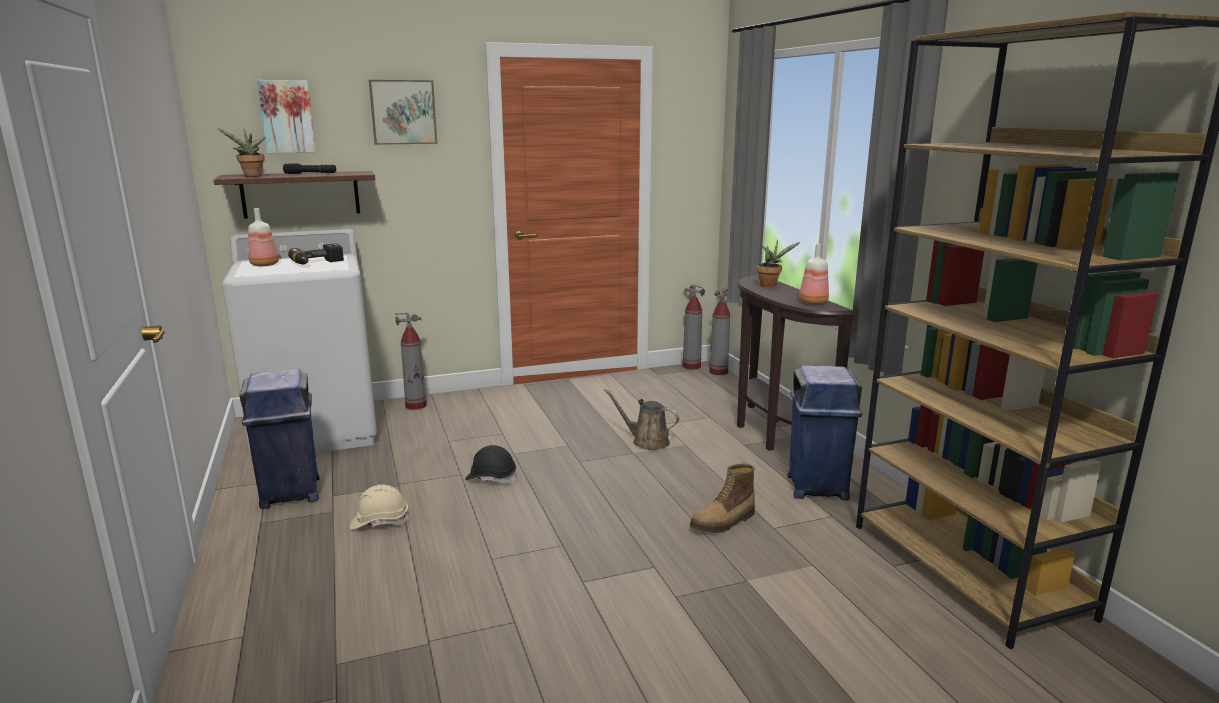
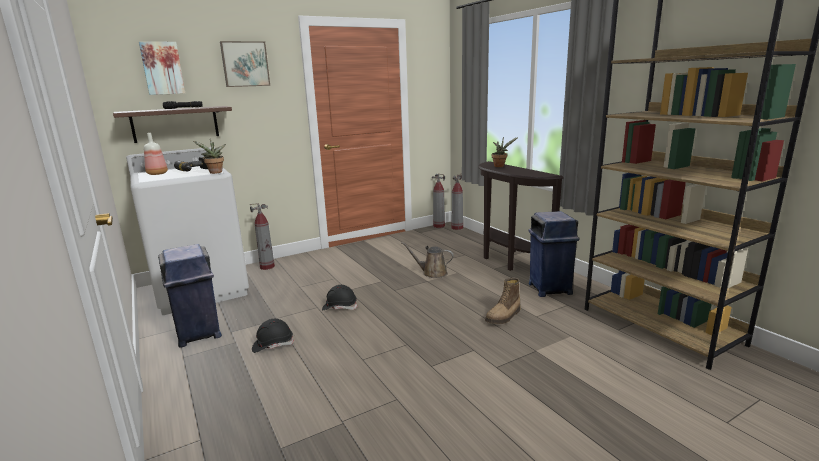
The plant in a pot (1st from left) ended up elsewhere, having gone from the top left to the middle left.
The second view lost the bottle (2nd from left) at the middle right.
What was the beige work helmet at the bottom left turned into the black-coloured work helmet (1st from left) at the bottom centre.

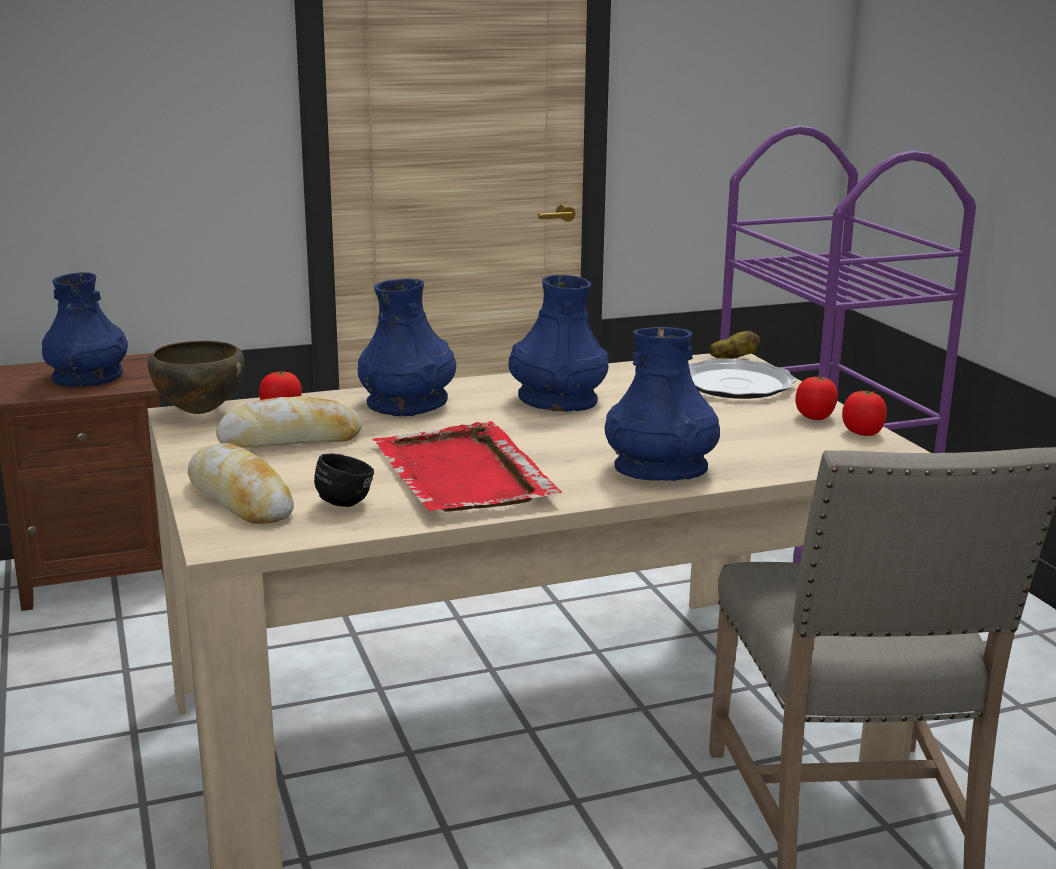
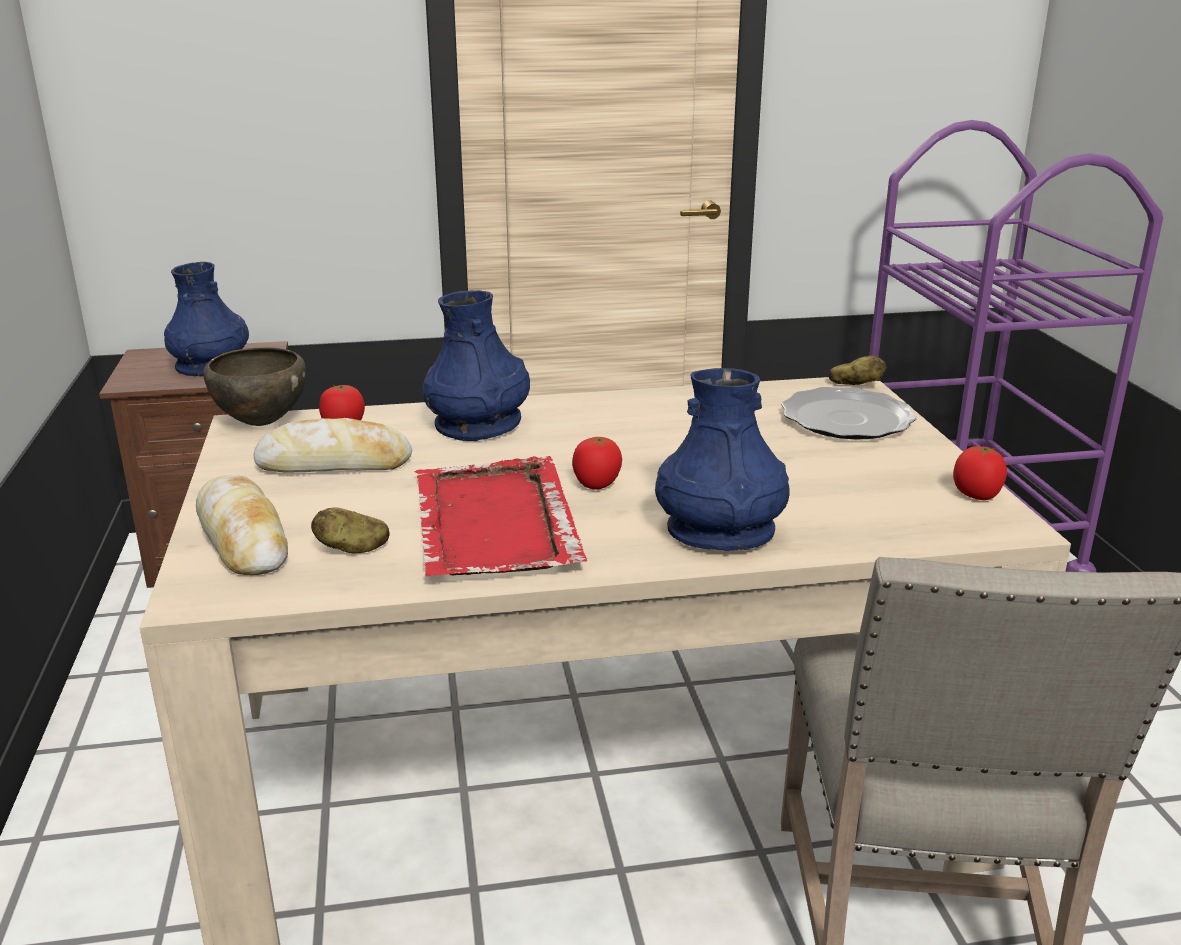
The second view lost the blue decorative vase (3rd from left) at the centre.
The whole tomato (2nd from left) ended up elsewhere, having gone from the middle right to the centre.
Where the black-coloured mug stood at the middle left, the spud (1st from left) came to stand at the middle left.

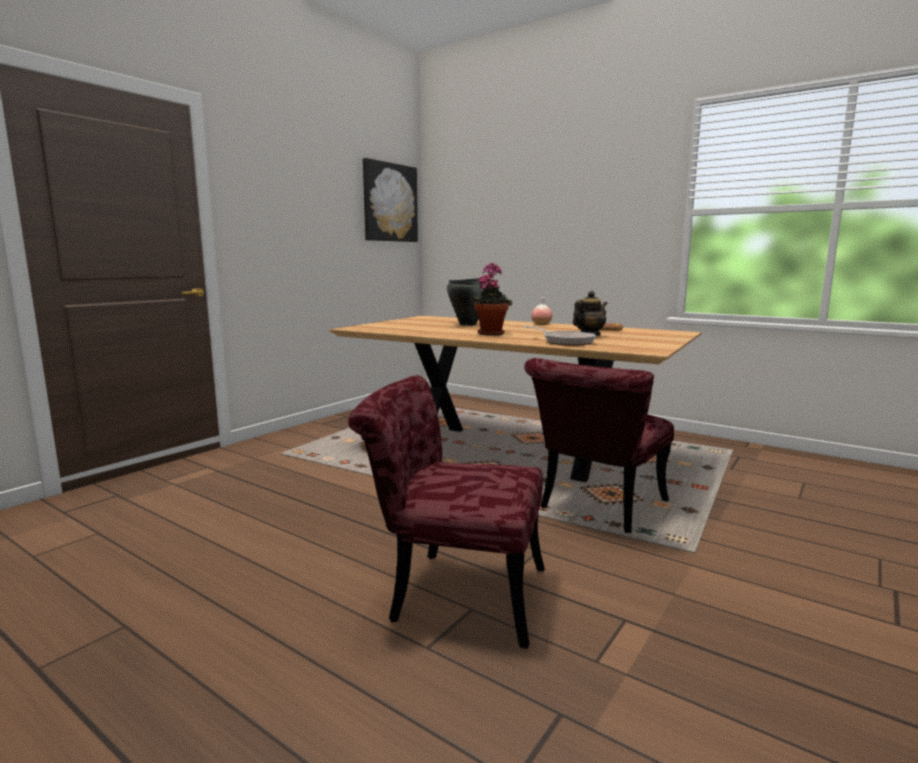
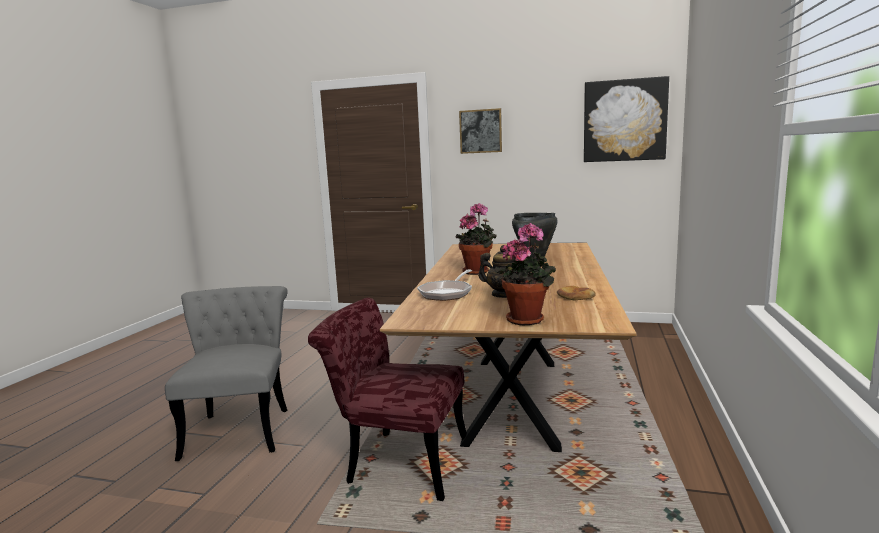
The second view lost the decorative vase at the centre.
What was the red-coloured chair (1st from left) at the bottom centre turned into the greyish chair at the bottom left.
The second view gained the wall art (1st from left) at the top centre.
The second view gained the plant in a pot (2nd from left) at the centre.

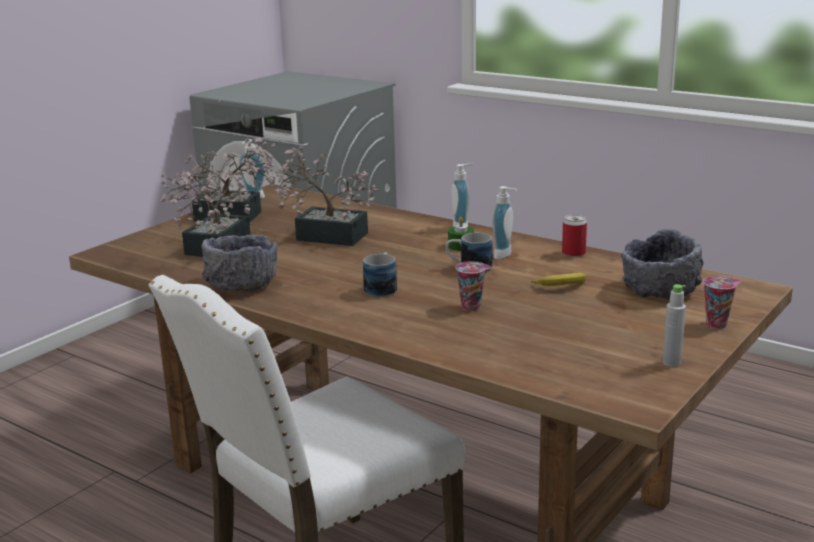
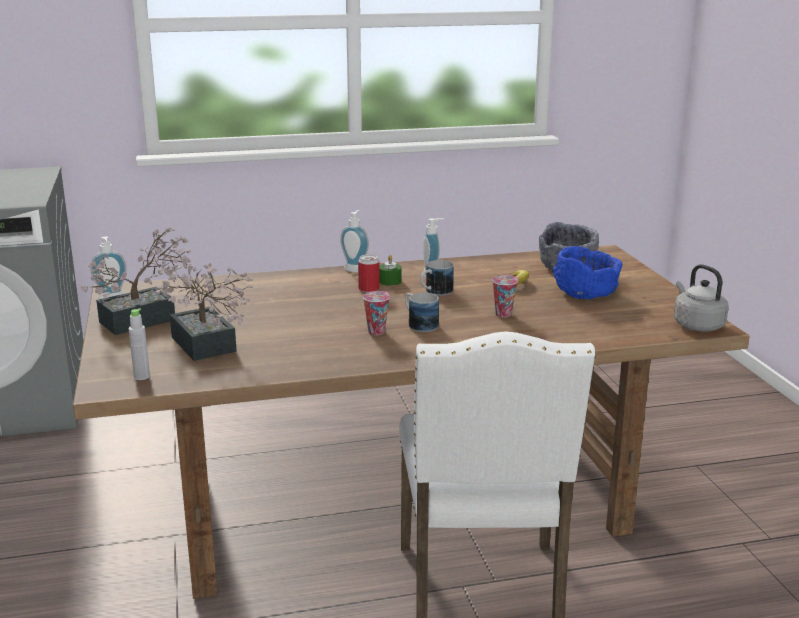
The second view lost the plant in a pot (3rd from left) at the centre.
The metal can ended up elsewhere, having gone from the middle right to the centre.
The second view lost the greyish deep dish (1st from left) at the middle left.
The small cup (2nd from left in the first image) ended up elsewhere, having gone from the middle right to the centre.
The greyish bottle ended up elsewhere, having gone from the middle right to the middle left.
The second view gained the blue deep dish at the middle right.
The second view gained the greyish kettle at the middle right.

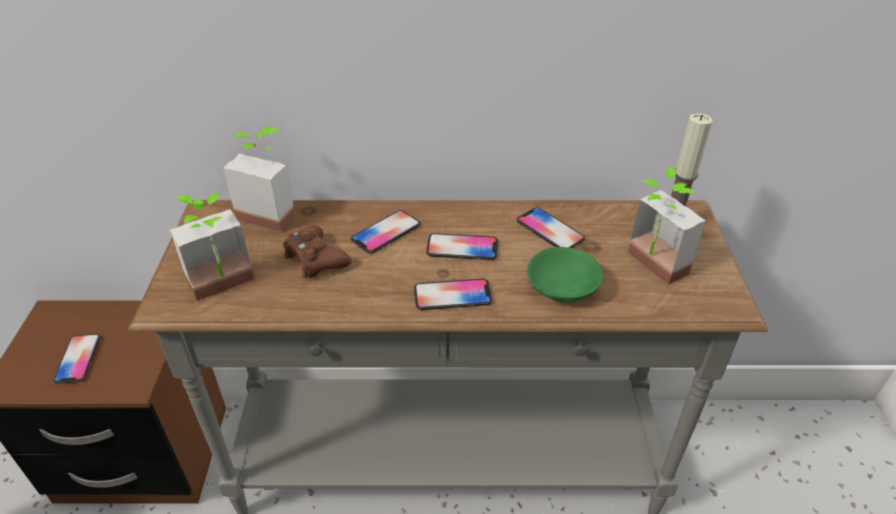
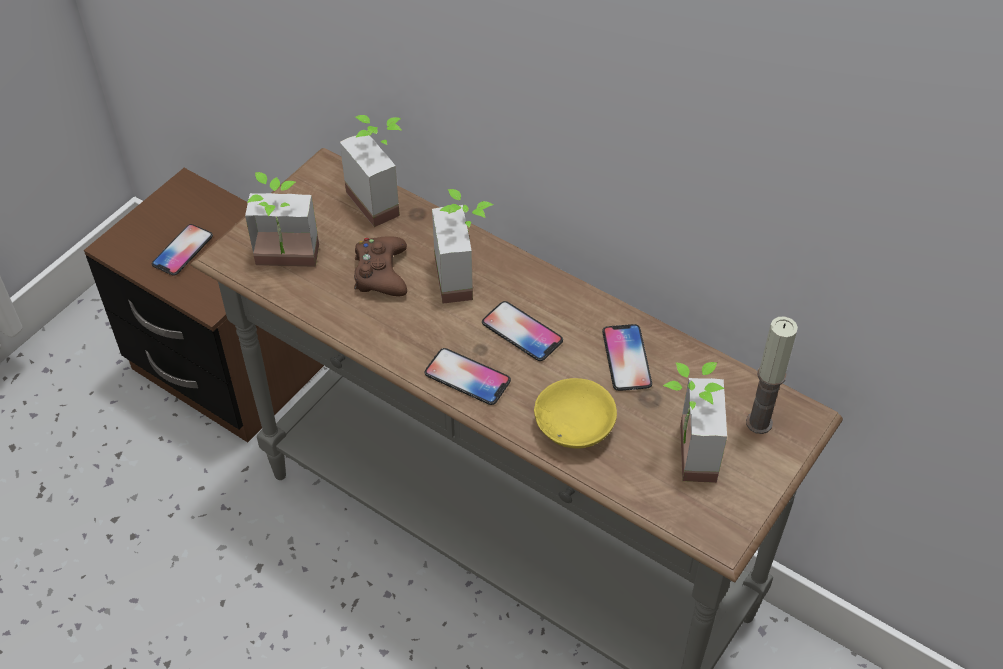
Where the telephone (2nd from left) stood at the centre, the plant in a pot (3rd from left) came to stand at the centre.
What was the green-coloured deep dish at the centre turned into the yellowish deep dish at the centre.

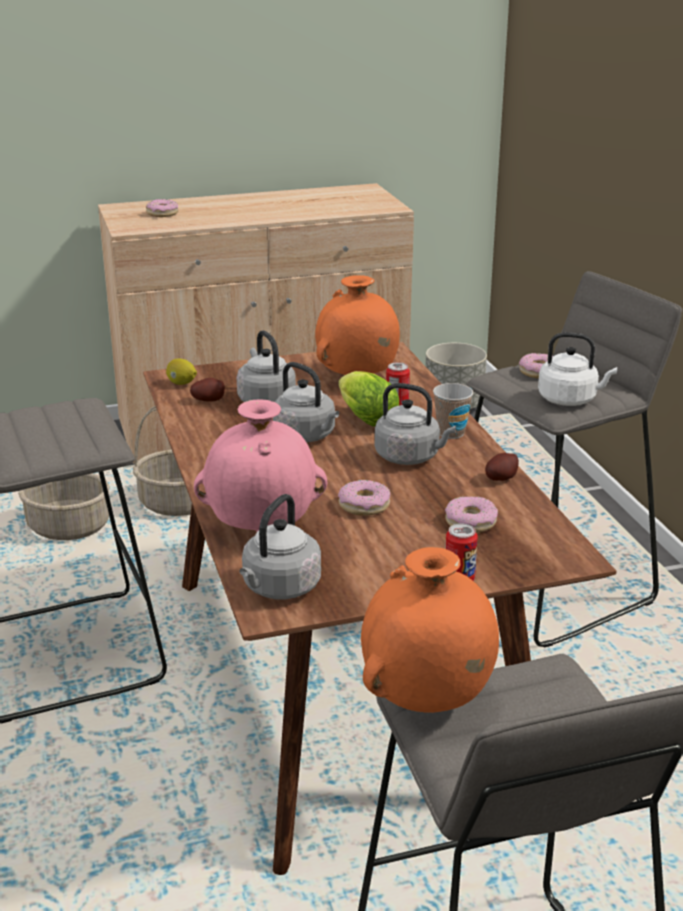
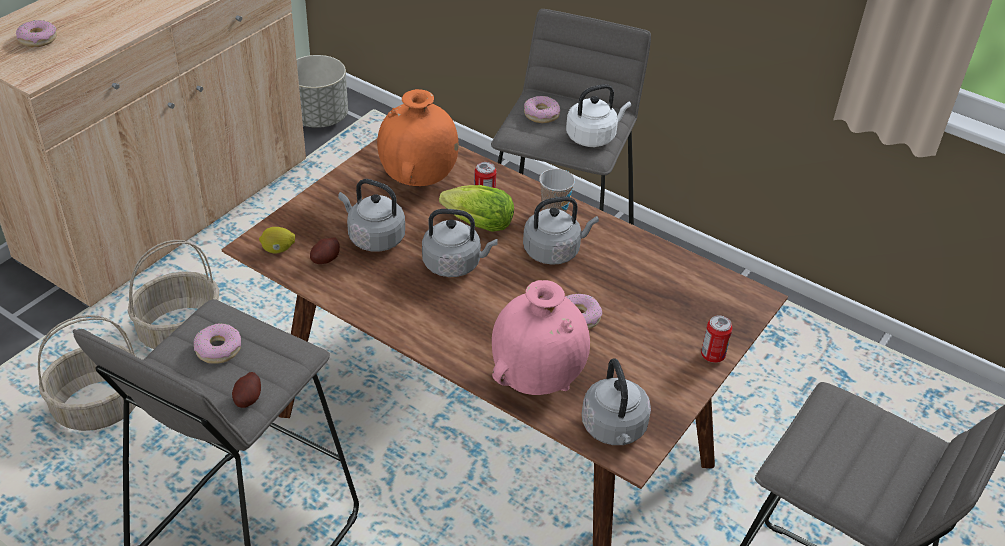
The spud (2nd from left in the first image) ended up elsewhere, having gone from the middle right to the bottom left.
The doughnut (3rd from left in the first image) ended up elsewhere, having gone from the middle right to the middle left.
The second view lost the orangey decorative vase (2nd from left) at the bottom centre.

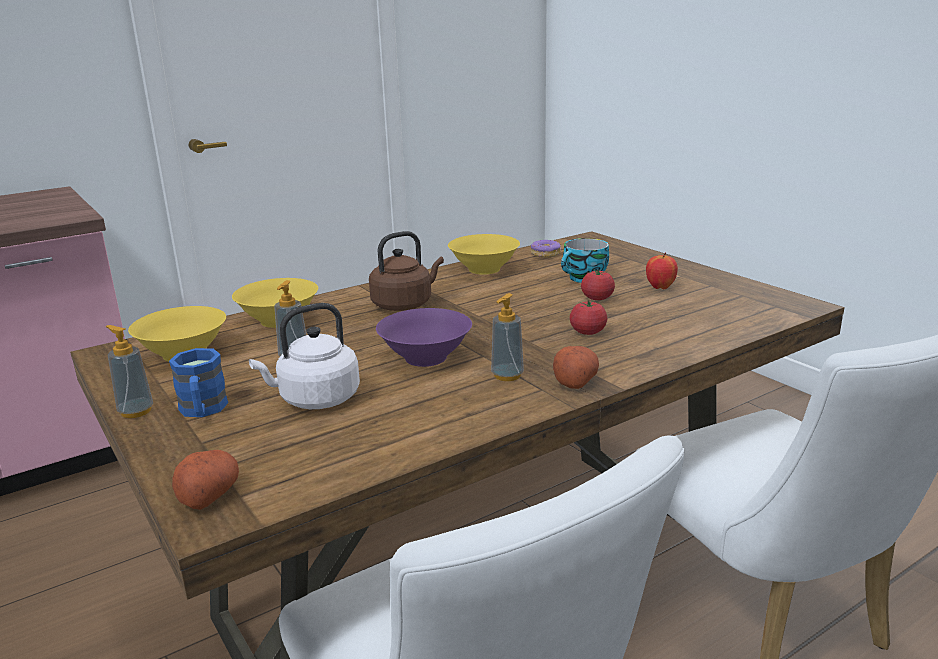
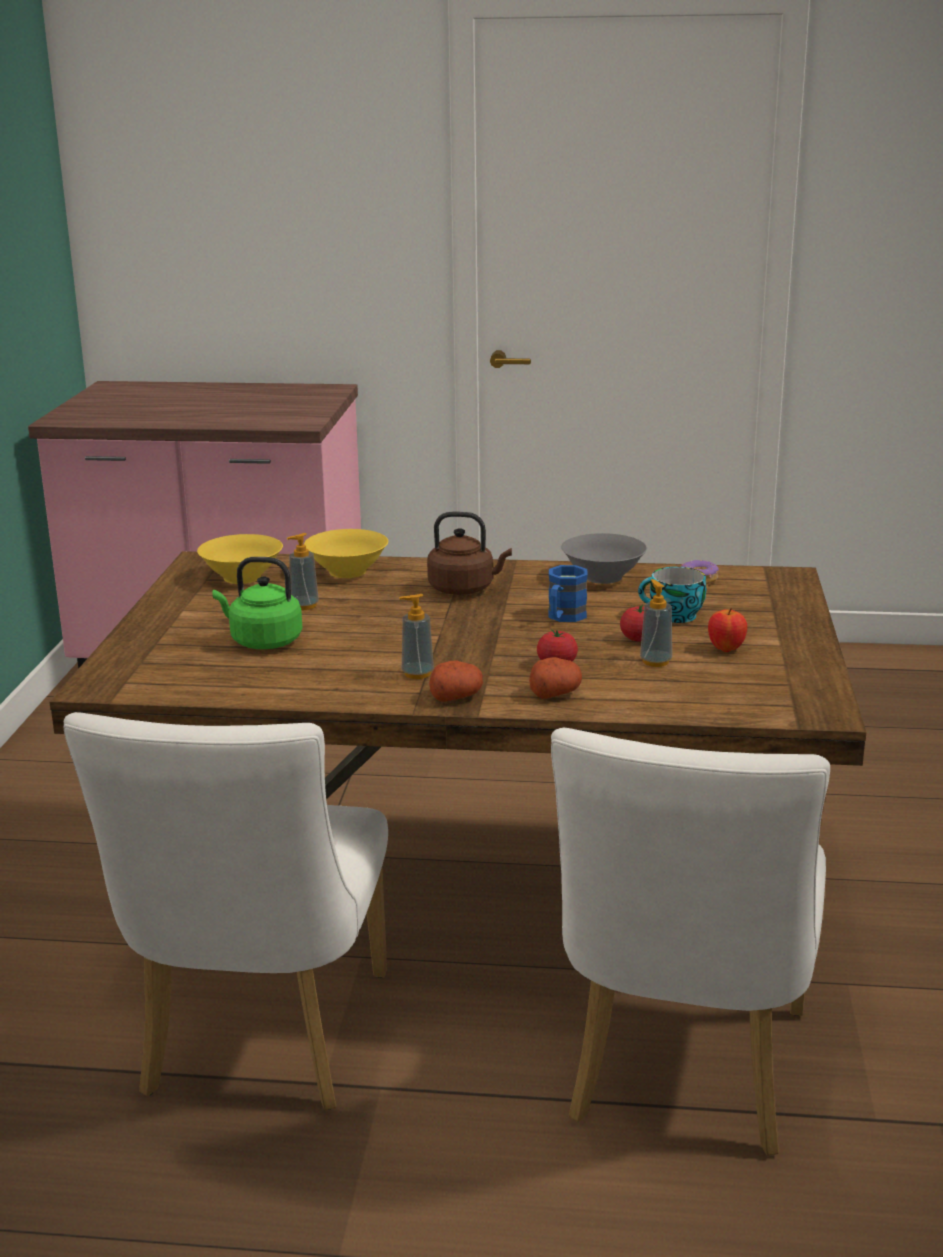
What was the yellowish deep dish (3rd from left) at the centre turned into the greyish deep dish at the centre.
What was the white-coloured kettle at the middle left turned into the green-coloured kettle at the middle left.
The second view lost the purple deep dish at the centre.
The soap bottle (1st from left in the first image) ended up elsewhere, having gone from the middle left to the middle right.
The blue mug ended up elsewhere, having gone from the middle left to the centre.
The spud (1st from left in the first image) ended up elsewhere, having gone from the bottom left to the centre.

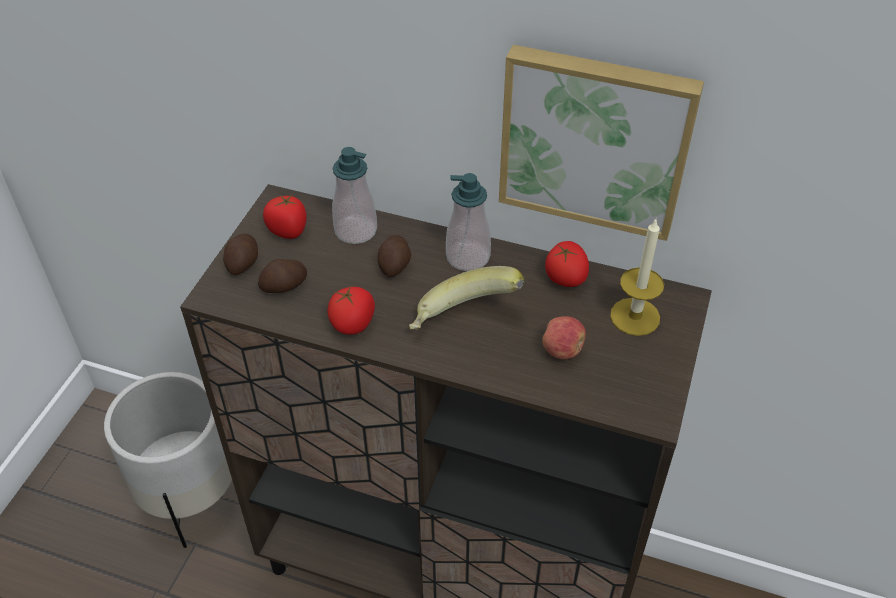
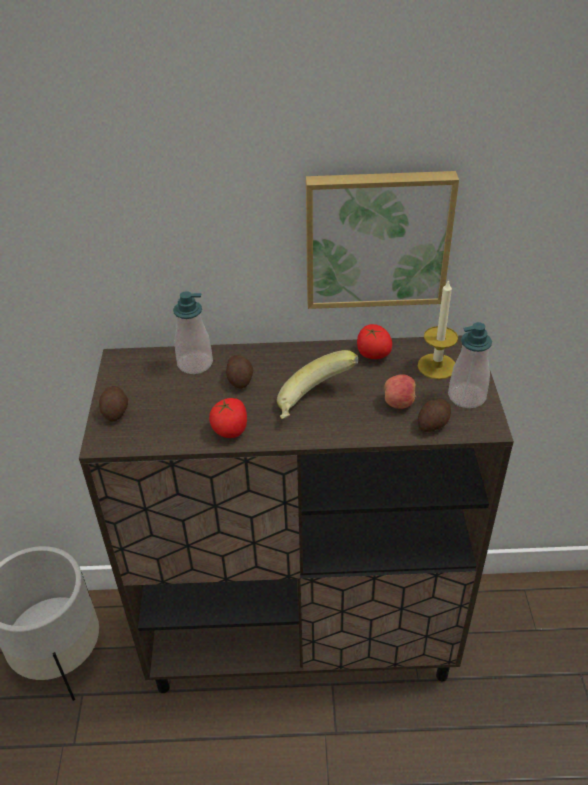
The soap bottle (2nd from left) ended up elsewhere, having gone from the centre to the middle right.
The second view lost the whole tomato (1st from left) at the middle left.
The spud (2nd from left in the first image) ended up elsewhere, having gone from the middle left to the middle right.

